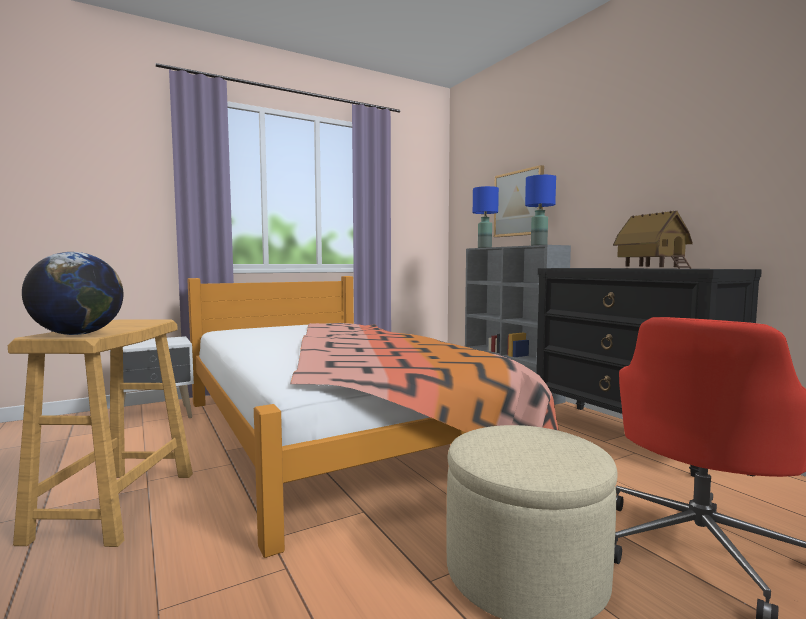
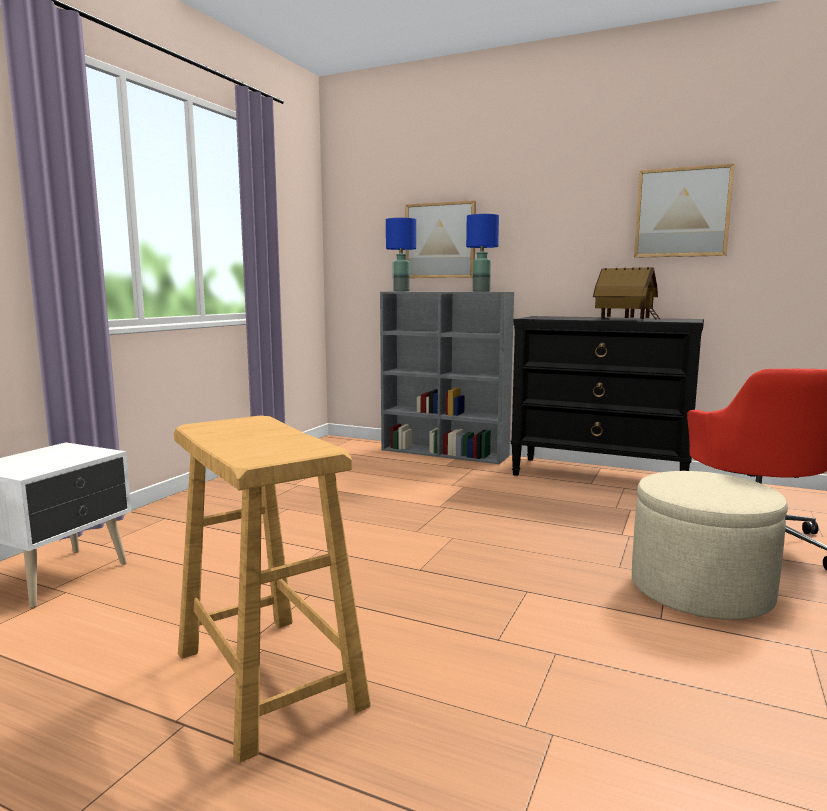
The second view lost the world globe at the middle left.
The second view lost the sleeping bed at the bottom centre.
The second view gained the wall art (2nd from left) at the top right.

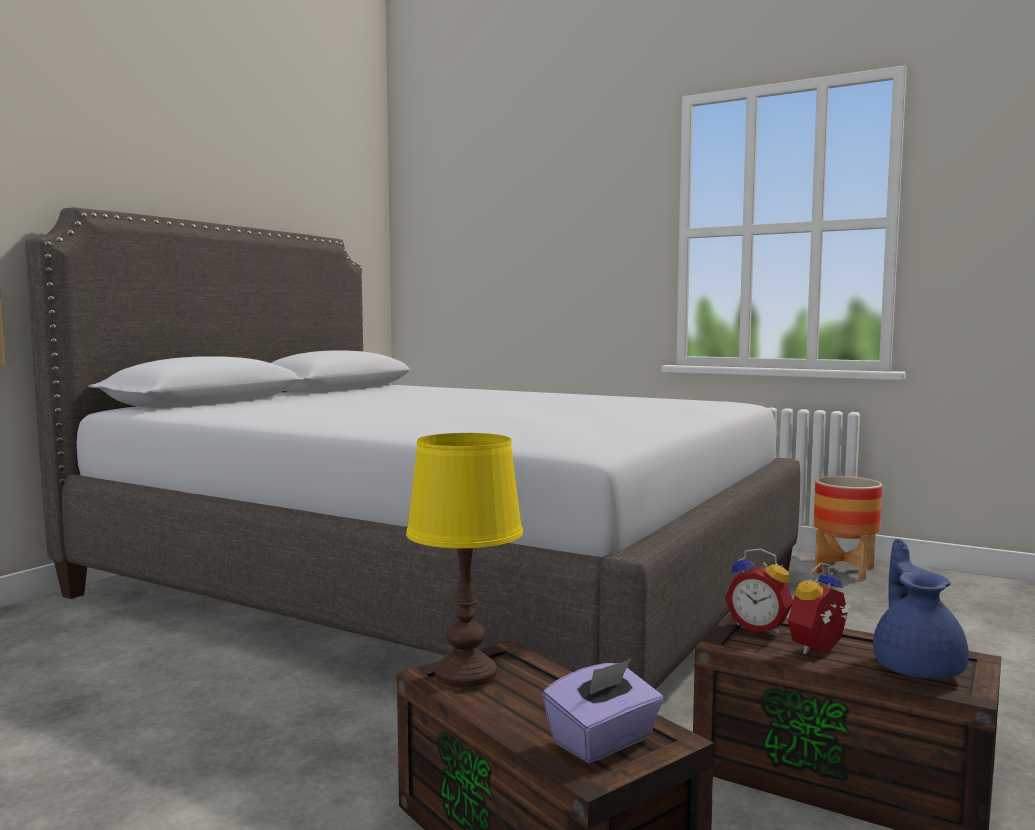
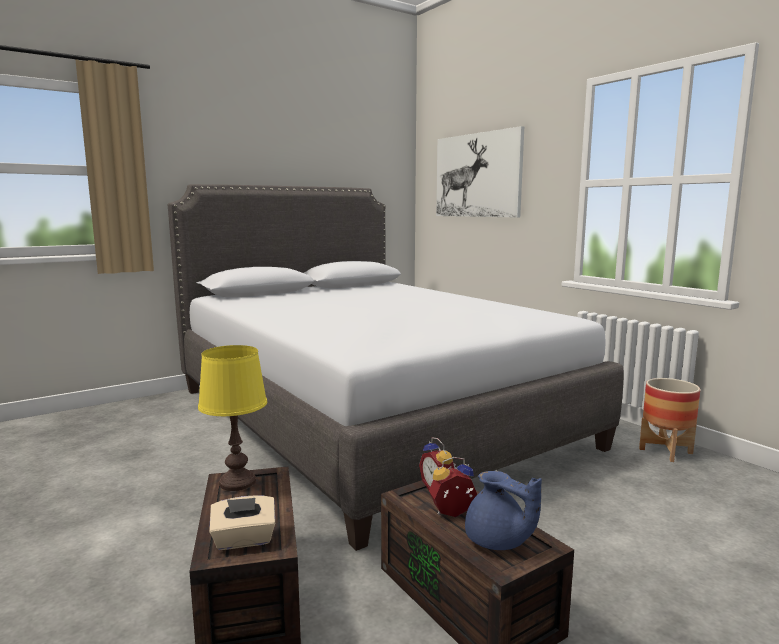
The blue teapot at the bottom right ended up facing another way, 105 degrees clockwise from before.
What was the purple box of tissues at the bottom centre turned into the beige box of tissues at the bottom left.
The second view gained the wall art at the top centre.

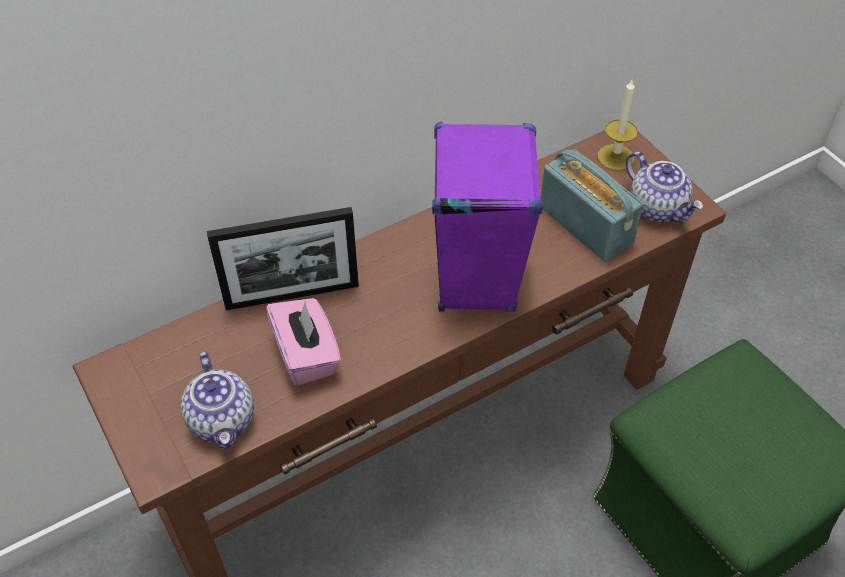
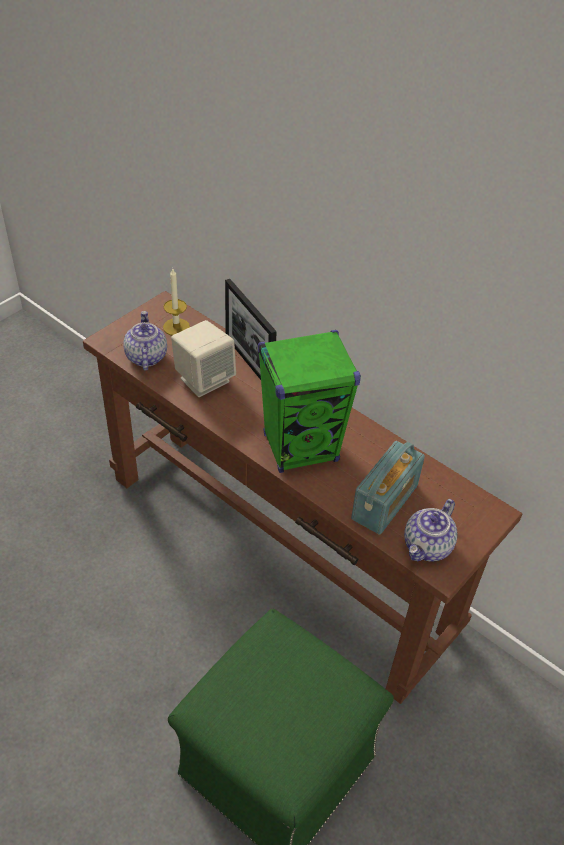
The wax light ended up elsewhere, having gone from the top right to the middle left.
What was the purple speaker at the centre turned into the green-coloured speaker at the centre.
Where the pinkish box of tissues stood at the centre, the beige speaker came to stand at the centre.
The teapot (1st from left) at the bottom left ended up facing another way, 120 degrees clockwise from before.

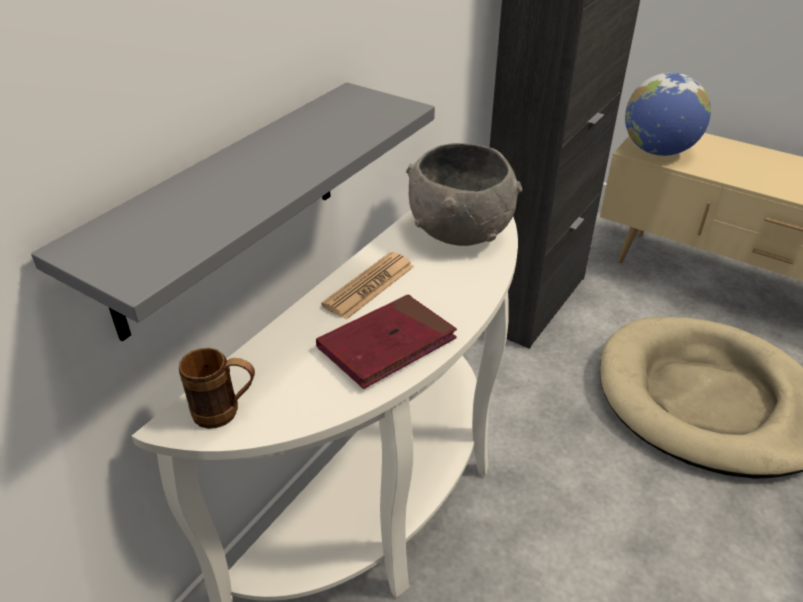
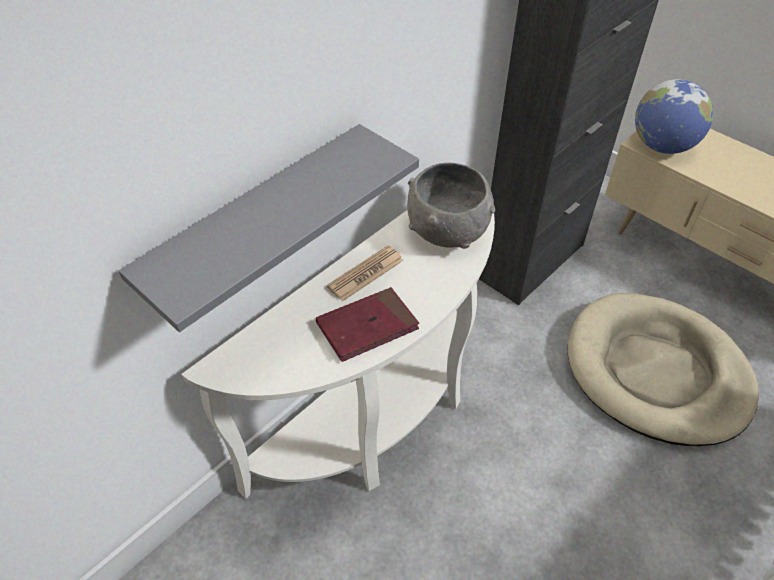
The second view lost the brownish mug at the middle left.

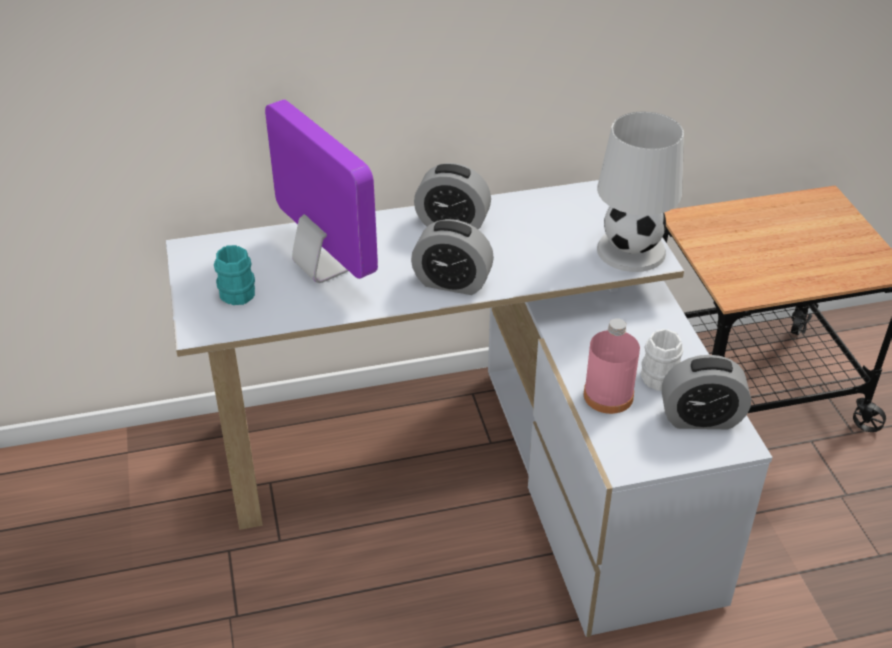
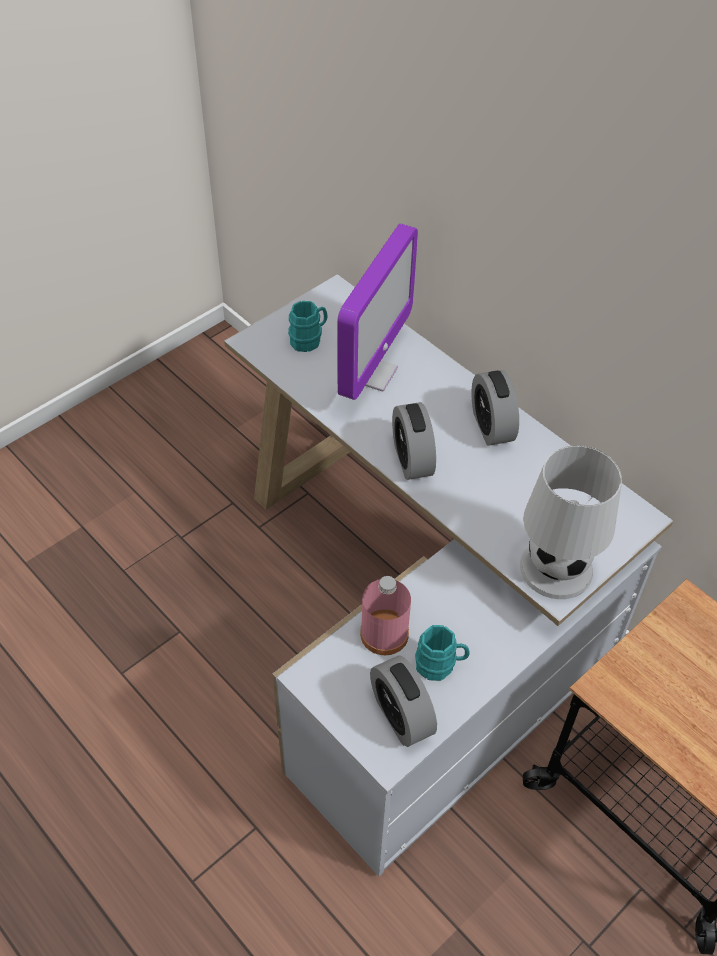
What was the white-coloured mug at the middle right turned into the turquoise mug (2nd from left) at the bottom centre.

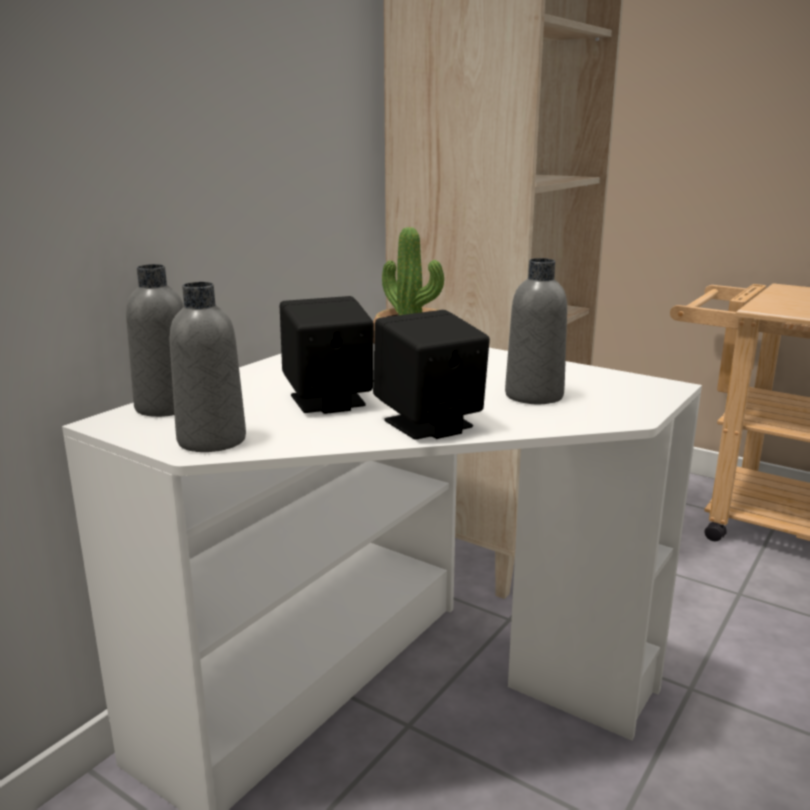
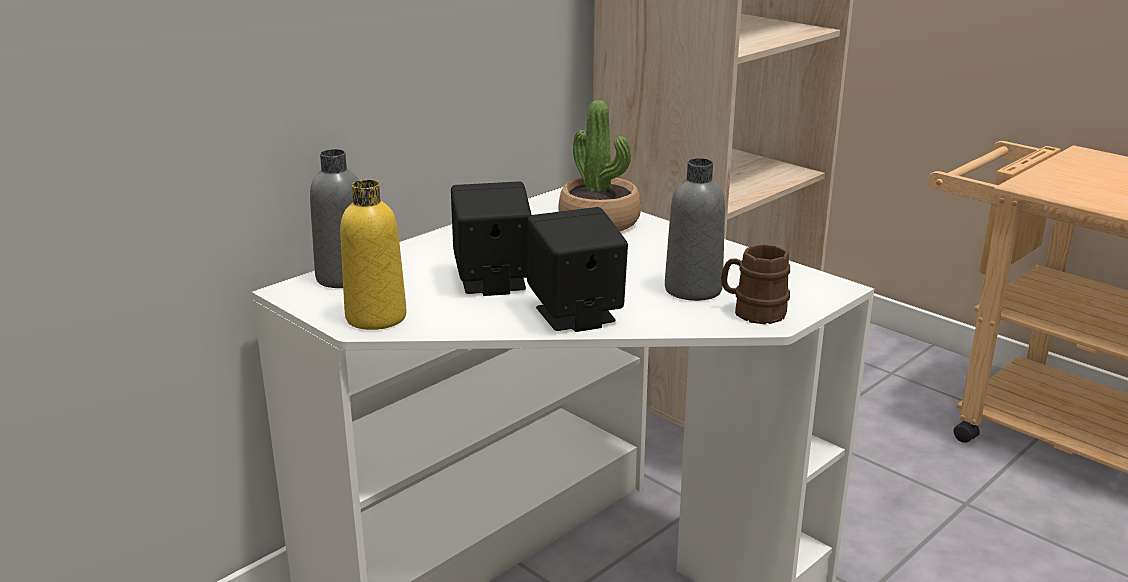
What was the greyish bottle (2nd from left) at the middle left turned into the yellowish bottle at the middle left.
The second view gained the brownish mug at the middle right.

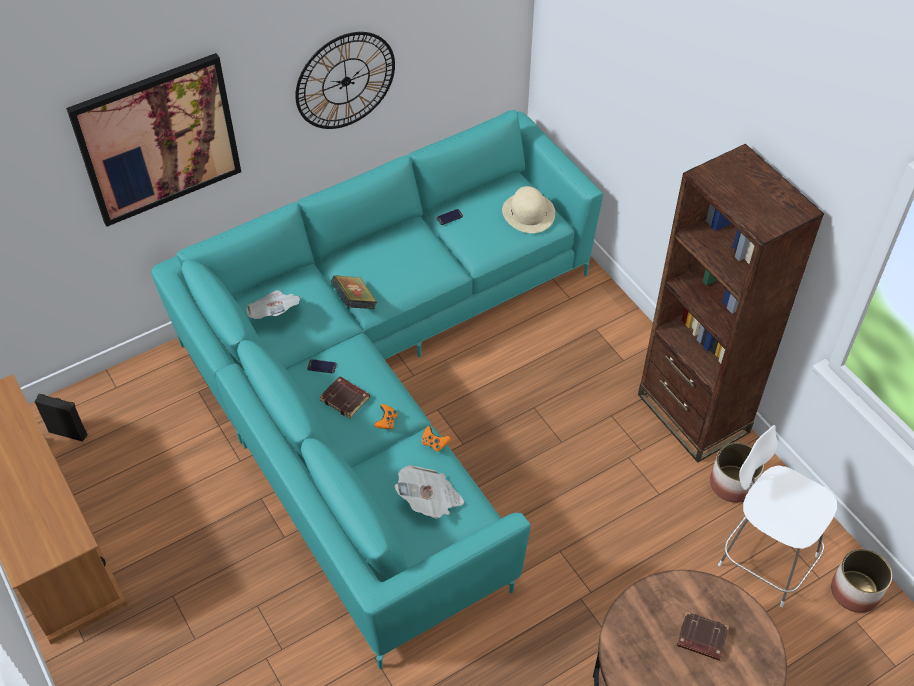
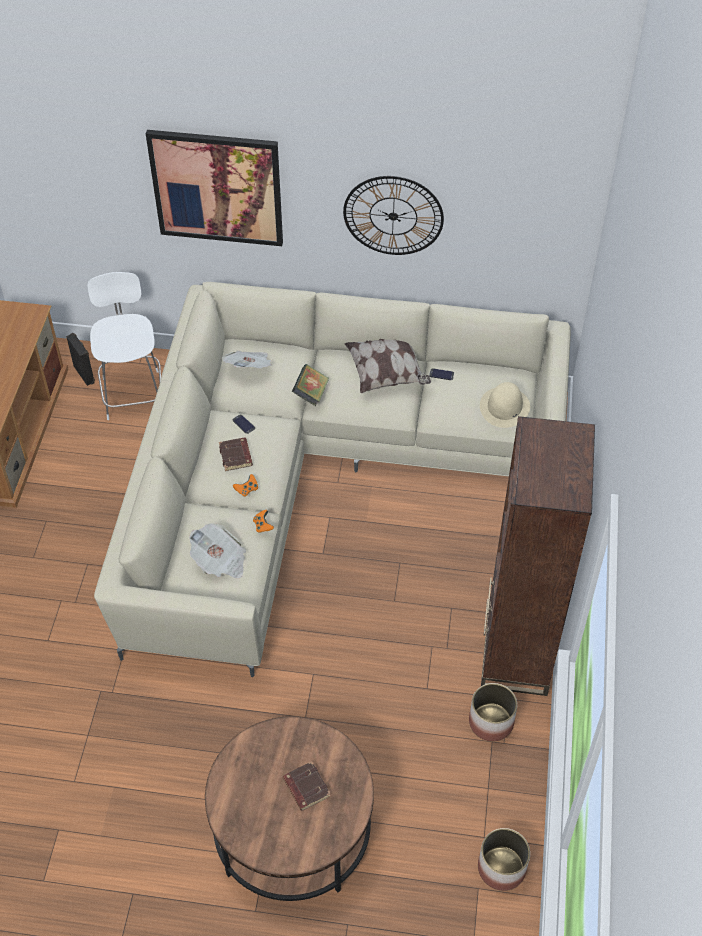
What was the turquoise couch at the centre turned into the beige couch at the centre.
The white-coloured stool seat ended up elsewhere, having gone from the bottom right to the middle left.
The second view gained the pillow at the centre.

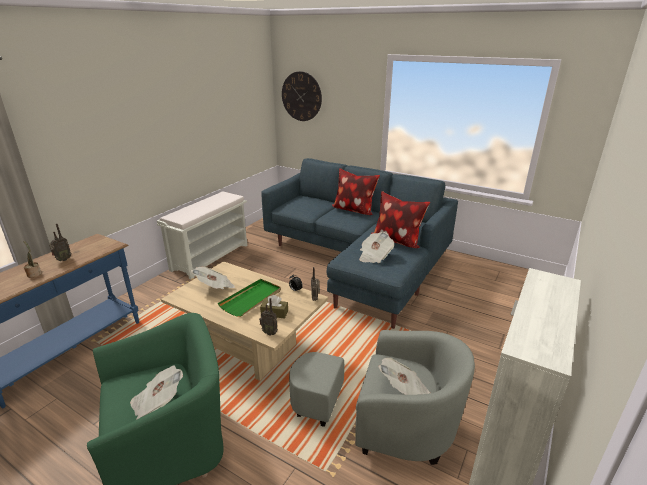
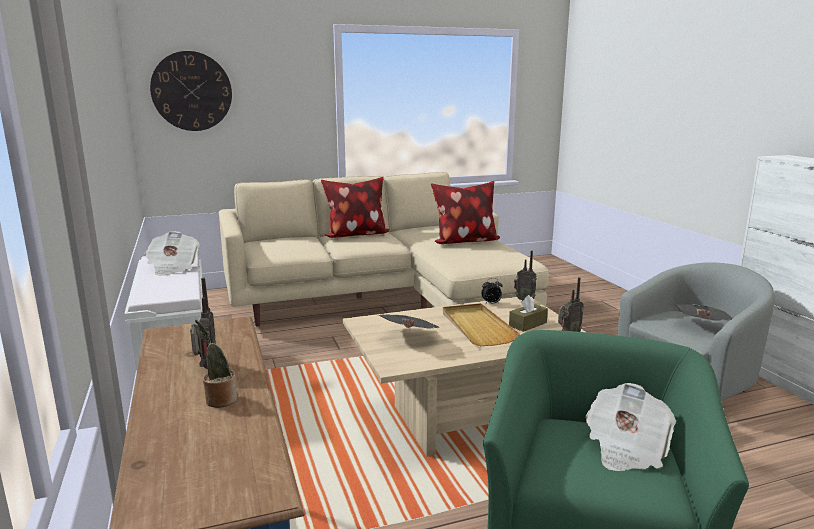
What was the blue couch at the centre turned into the beige couch at the centre.
The printed paper (3rd from left in the first image) ended up elsewhere, having gone from the centre to the middle left.
What was the green-coloured serving tray at the centre turned into the beige serving tray at the centre.

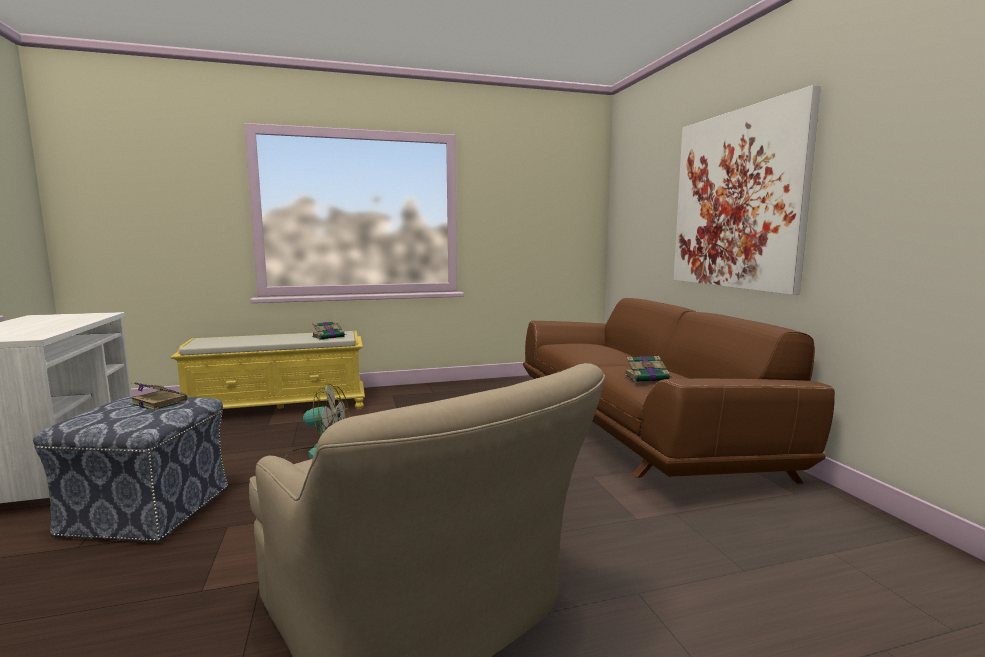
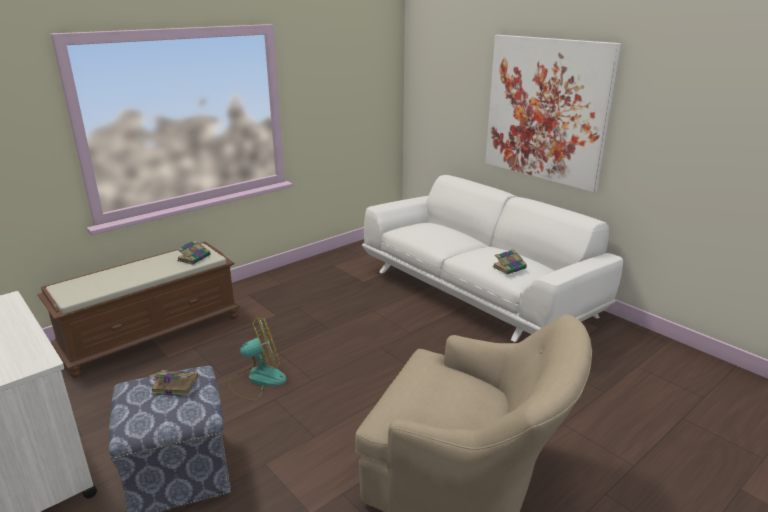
What was the brownish couch at the middle right turned into the white-coloured couch at the centre.
What was the yellowish bench at the middle left turned into the brownish bench at the middle left.

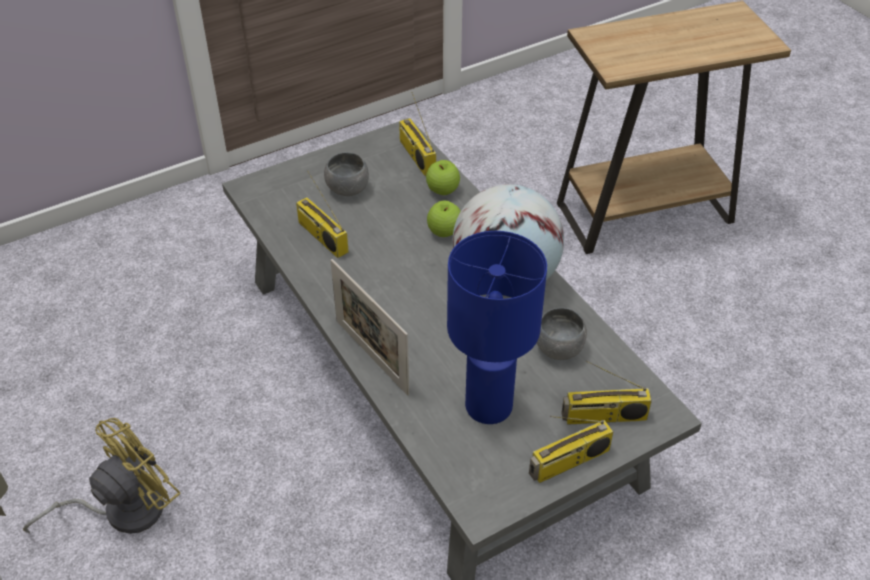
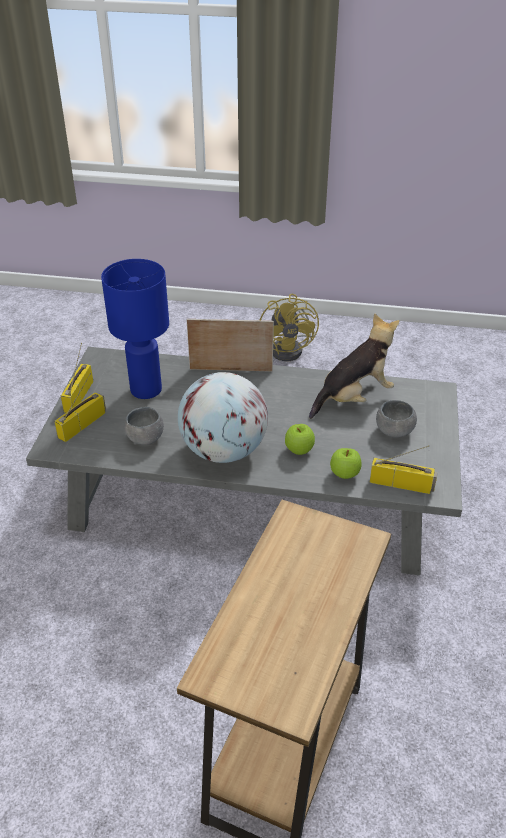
Where the radio set (1st from left) stood at the centre, the cuddly toy came to stand at the middle right.

